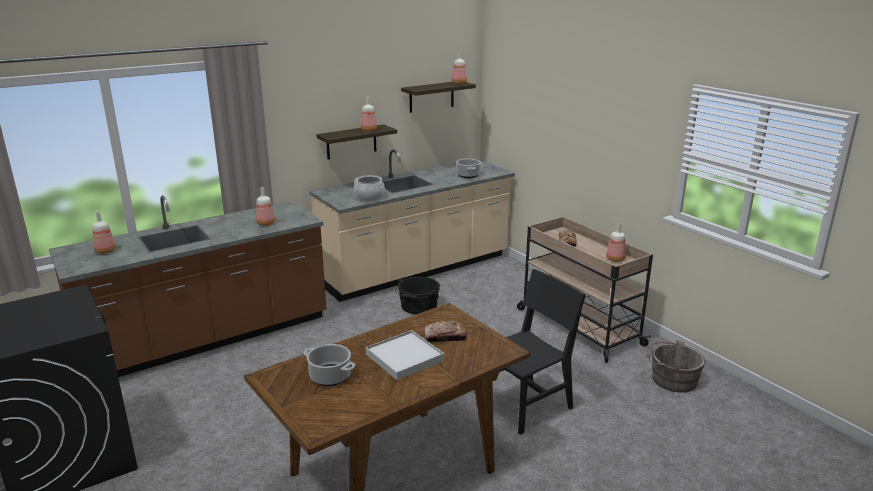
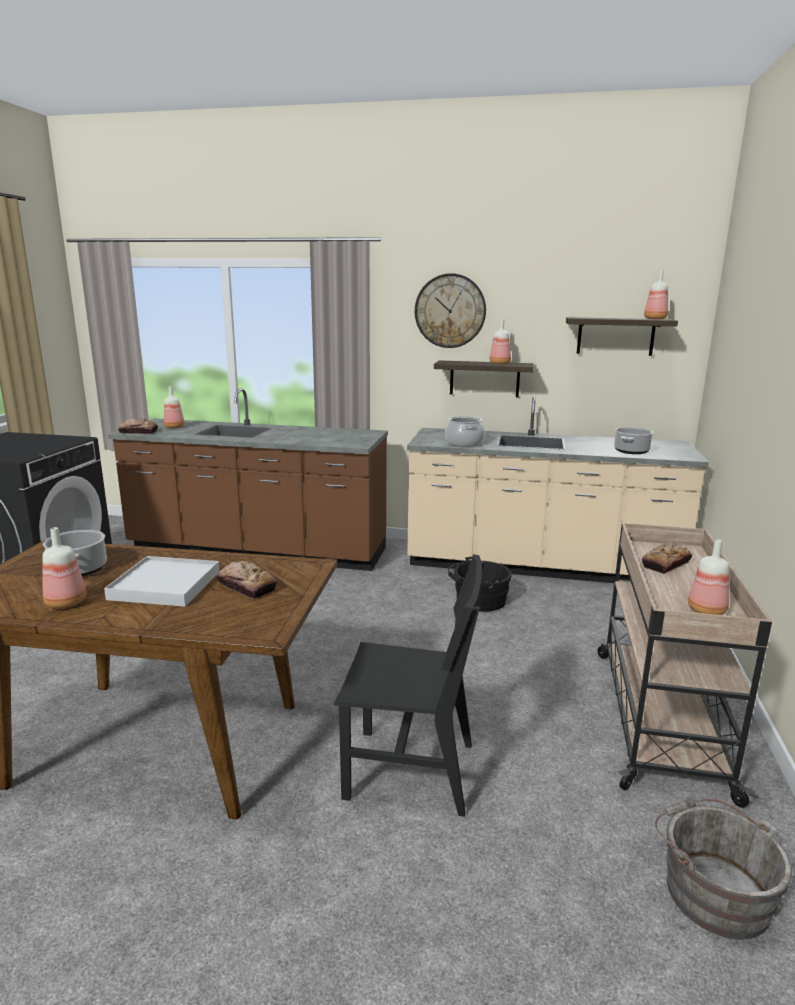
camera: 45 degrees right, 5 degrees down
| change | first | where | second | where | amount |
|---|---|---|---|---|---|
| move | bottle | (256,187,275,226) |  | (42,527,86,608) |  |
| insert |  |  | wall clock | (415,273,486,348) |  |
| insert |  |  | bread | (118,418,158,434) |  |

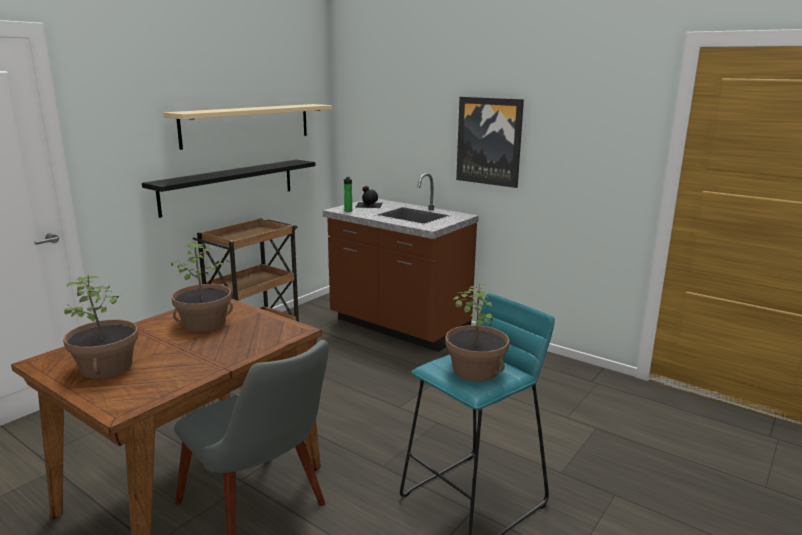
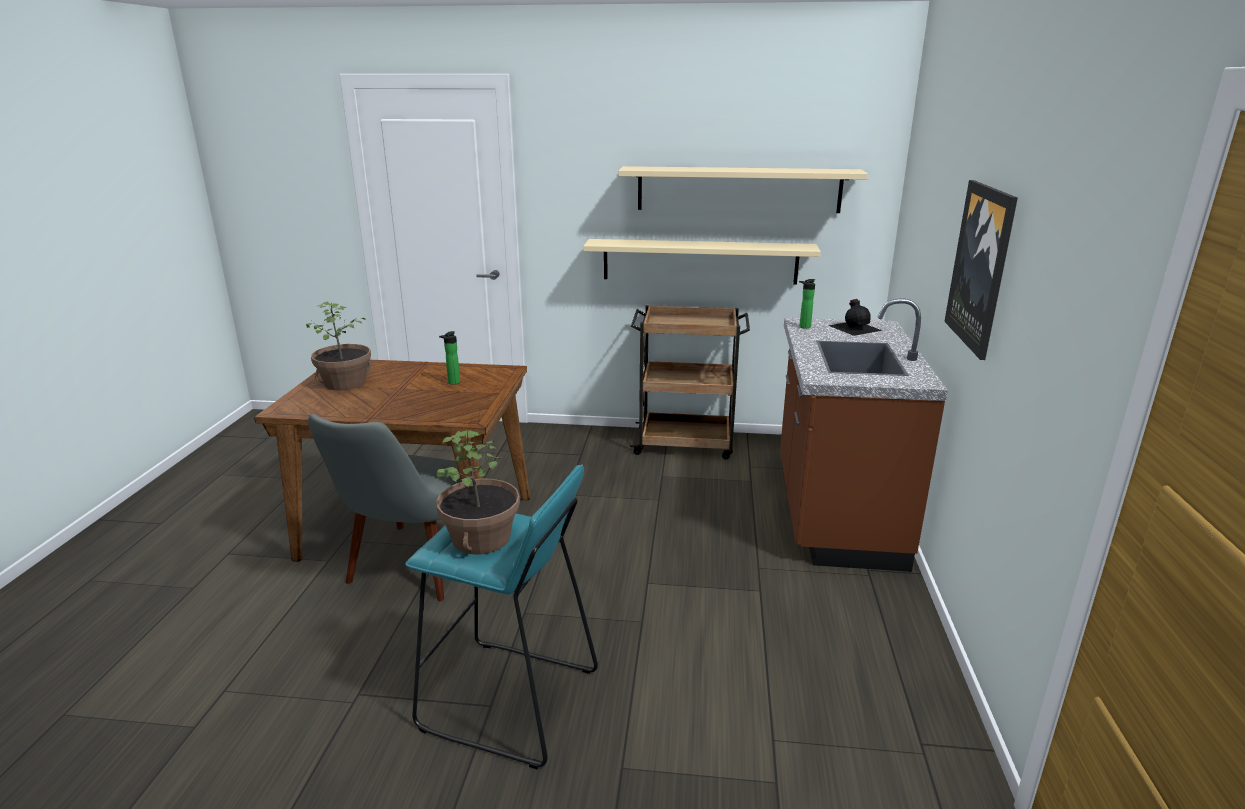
camera: 60 degrees right, 5 degrees up
| change | first | where | second | where | amount |
|---|---|---|---|---|---|
| recolor | shelf (black) | (142,160,316,218) | shelf (beige) | (583,239,821,285) |  |
| replace | potted plant | (171,242,233,332) | bottle | (439,331,460,385) |  |

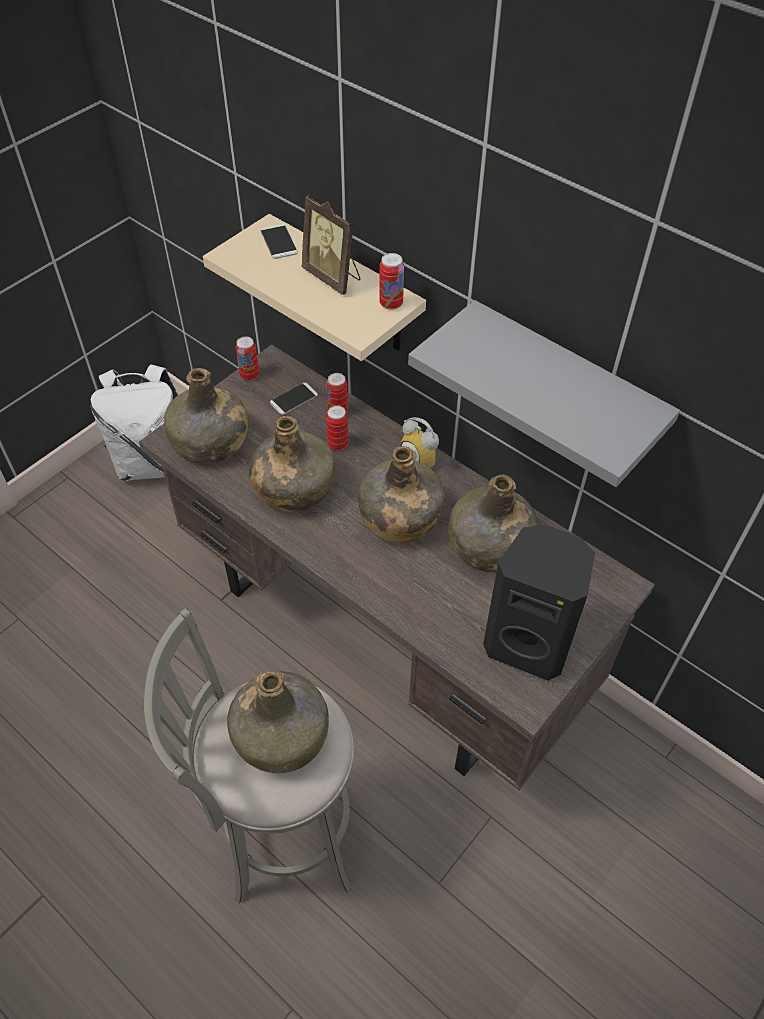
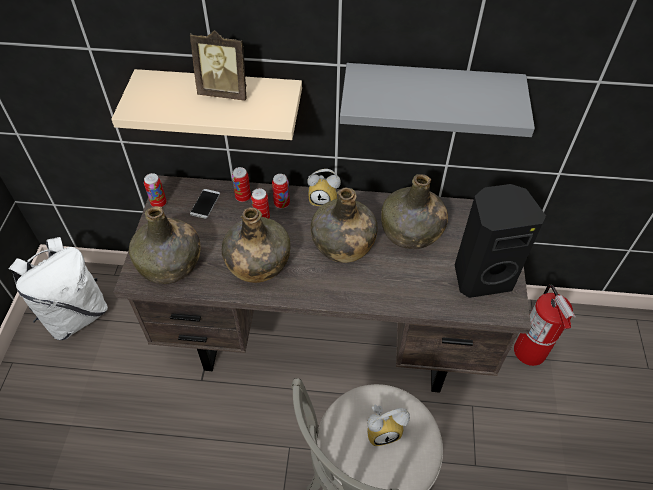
camera: 35 degrees left, 0 degrees up
| change | first | where | second | where | amount |
|---|---|---|---|---|---|
| delete | phone | (260,224,298,259) |  |  |  |
| move | can | (379,253,404,310) |  | (272,174,290,208) |  |
| replace | bottle (green) | (227,671,329,773) | alarm clock | (367,405,410,446) |  |
| insert |  |  | fire extinguisher | (514,284,576,366) |  |

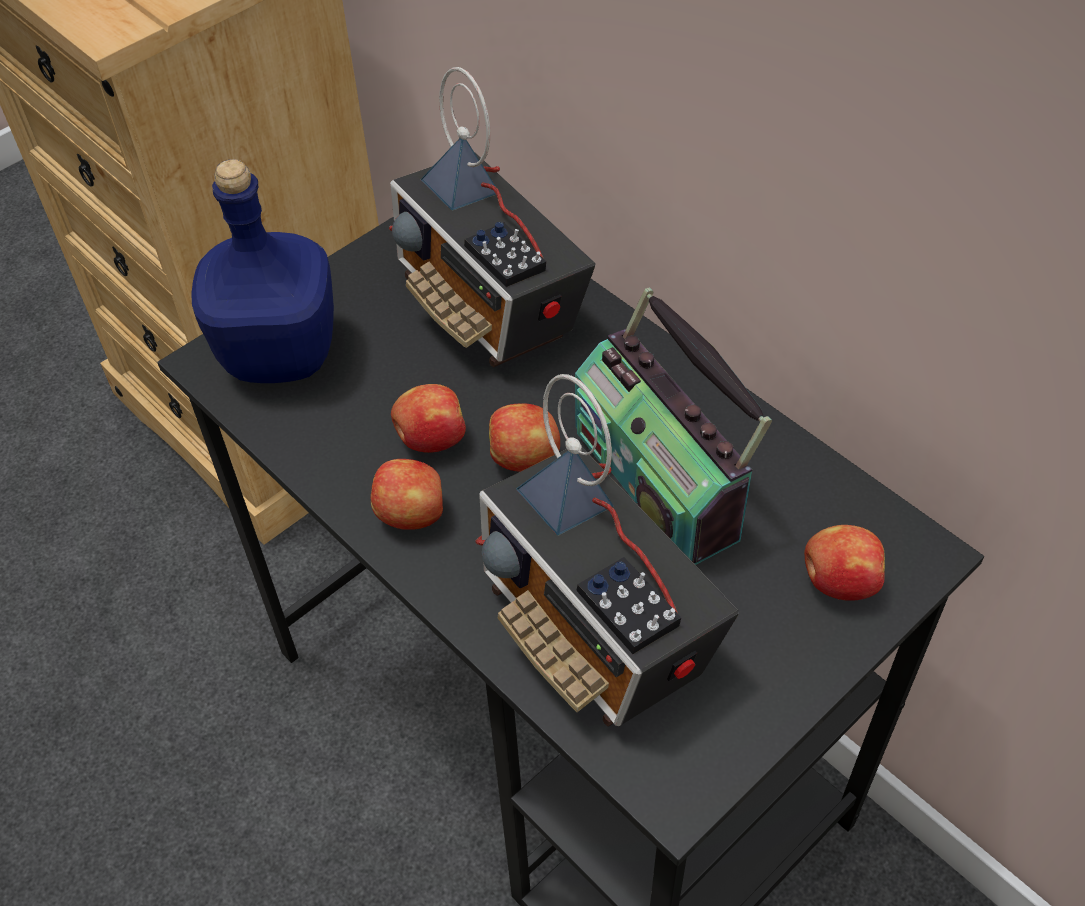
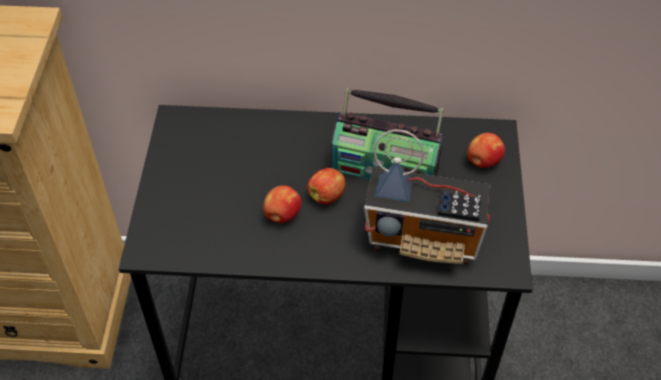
camera: 45 degrees left, 0 degrees up
| change | first | where | second | where | amount |
|---|---|---|---|---|---|
| delete | radio | (389,67,595,367) |  |  |  |
| delete | bottle (blue) | (191,159,334,383) |  |  |  |
| delete | apple | (371,459,443,530) |  |  |  |

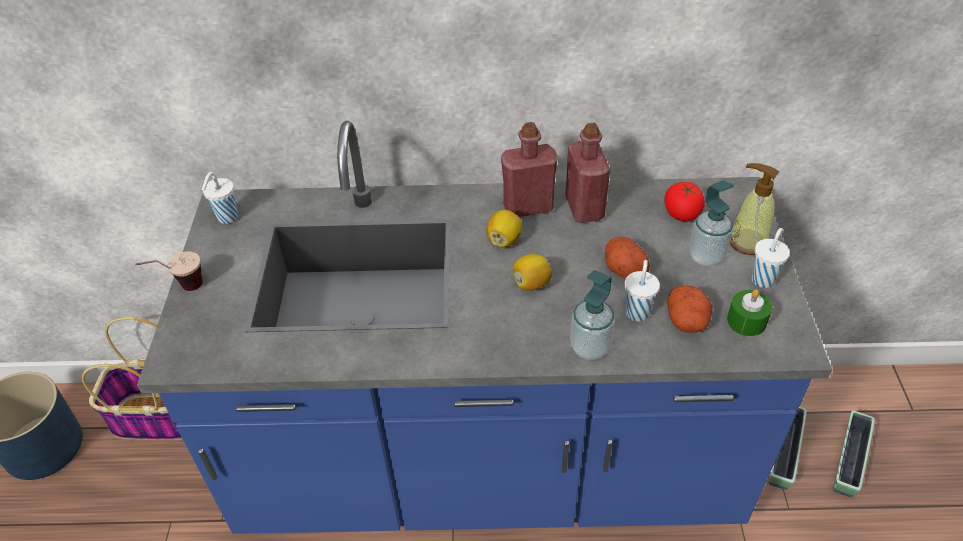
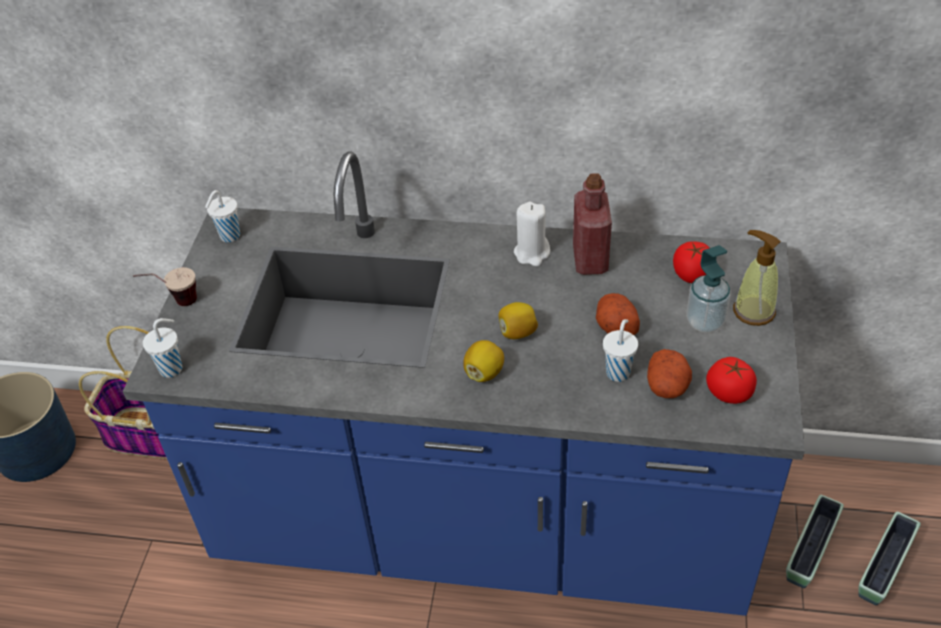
camera: 10 degrees right, 0 degrees up
| change | first | where | second | where | amount |
|---|---|---|---|---|---|
| replace | bottle (red) | (501,122,558,217) | candle (white) | (514,202,550,266) |  |
| move | lemon | (486,210,522,247) |  | (463,340,504,382) |  |
| move | cup (white) | (751,228,790,288) |  | (143,318,182,378) |  |
| delete | soap dispenser | (570,270,615,360) |  |  |  |
| replace | candle (green) | (727,289,772,336) | tomato | (706,357,757,404) |  |

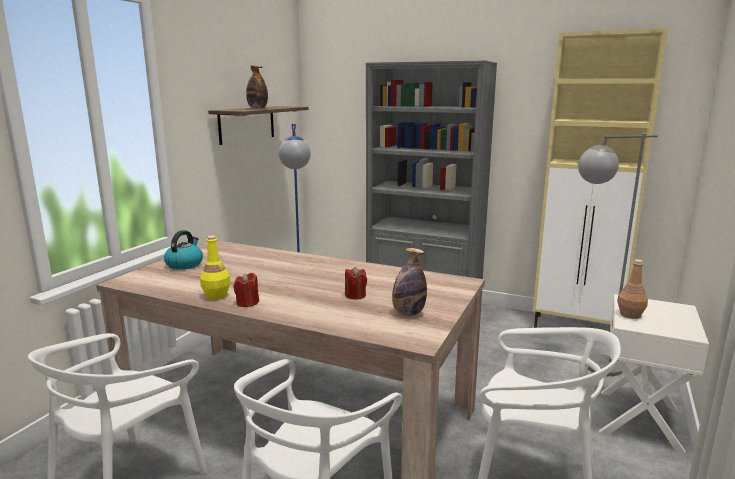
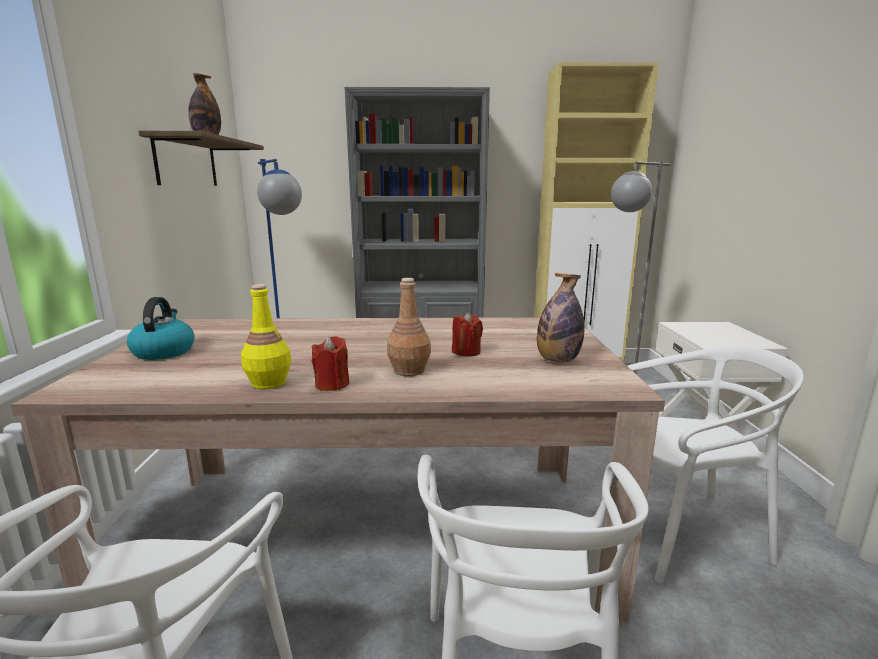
camera: 25 degrees left, 0 degrees up
| change | first | where | second | where | amount |
|---|---|---|---|---|---|
| move | bottle (brown) | (617,259,648,319) |  | (387,278,431,376) |  |

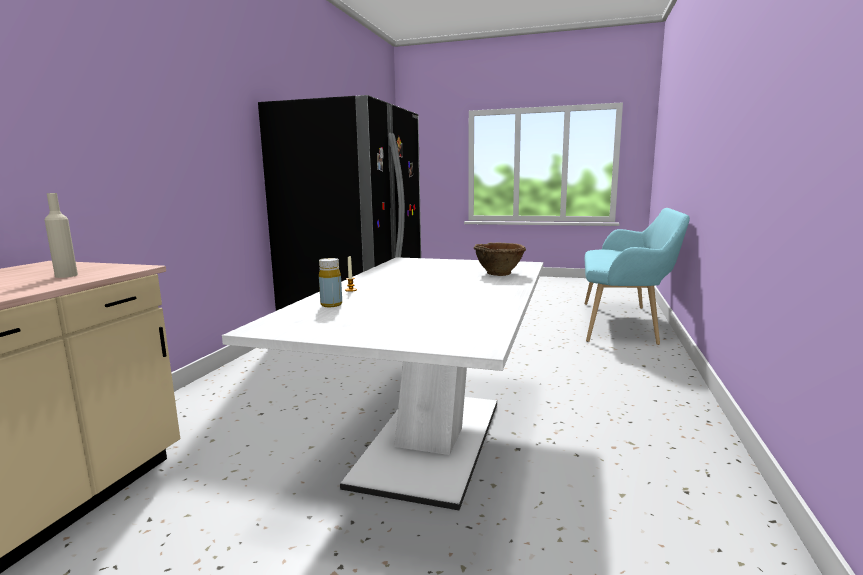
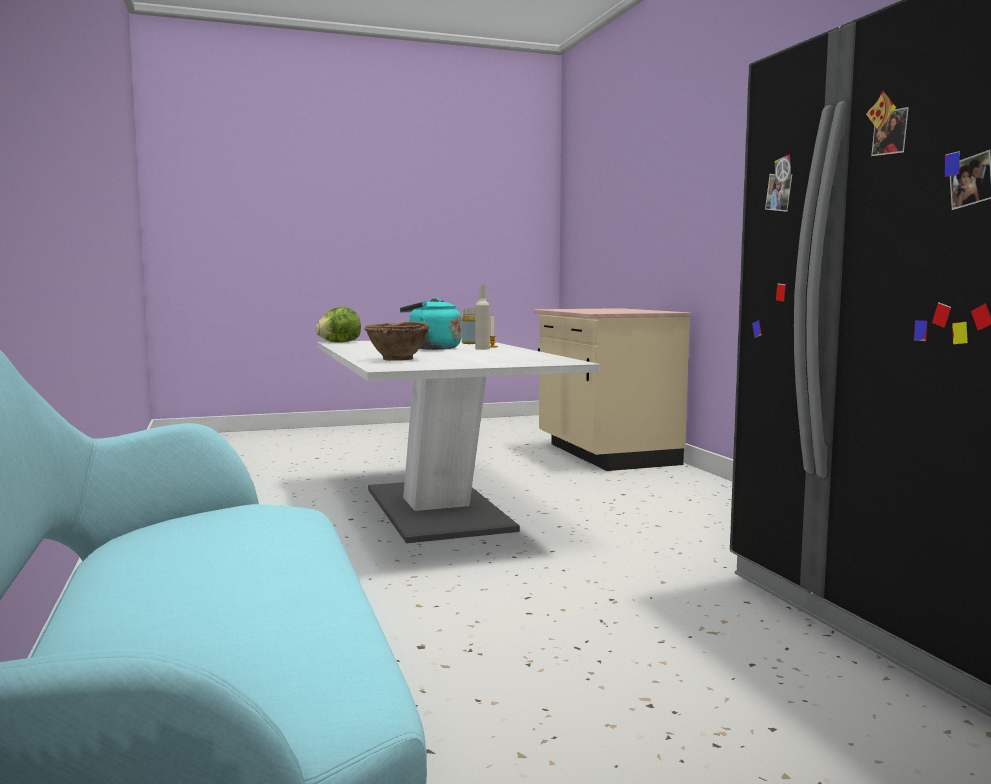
camera: 145 degrees right, 5 degrees down
| change | first | where | second | where | amount |
|---|---|---|---|---|---|
| move | bottle (beige) | (45,193,78,278) |  | (475,285,490,350) |  |
| insert |  |  | kettle (turquoise) | (400,298,461,350) |  |
| insert |  |  | lettuce | (315,307,361,343) |  |

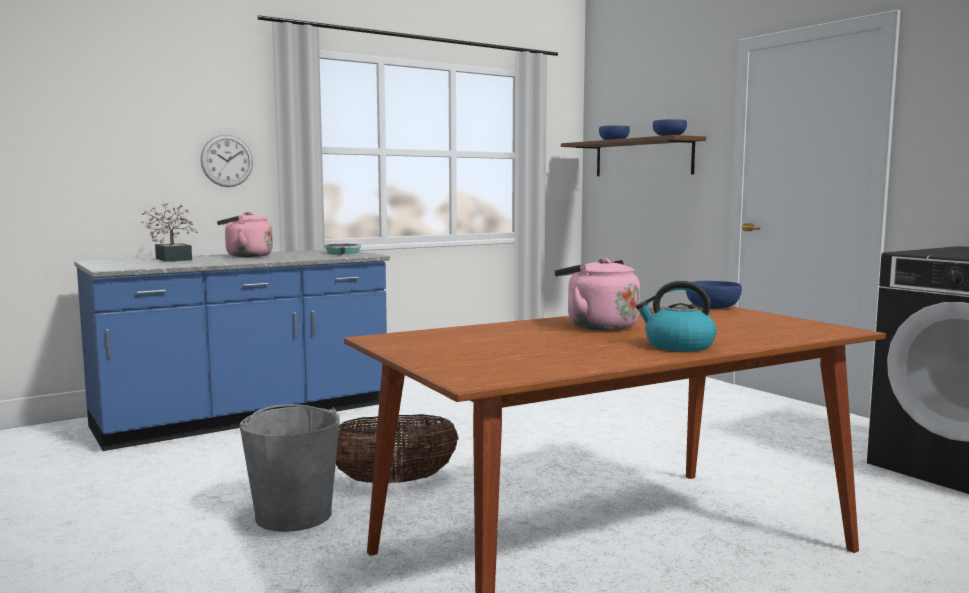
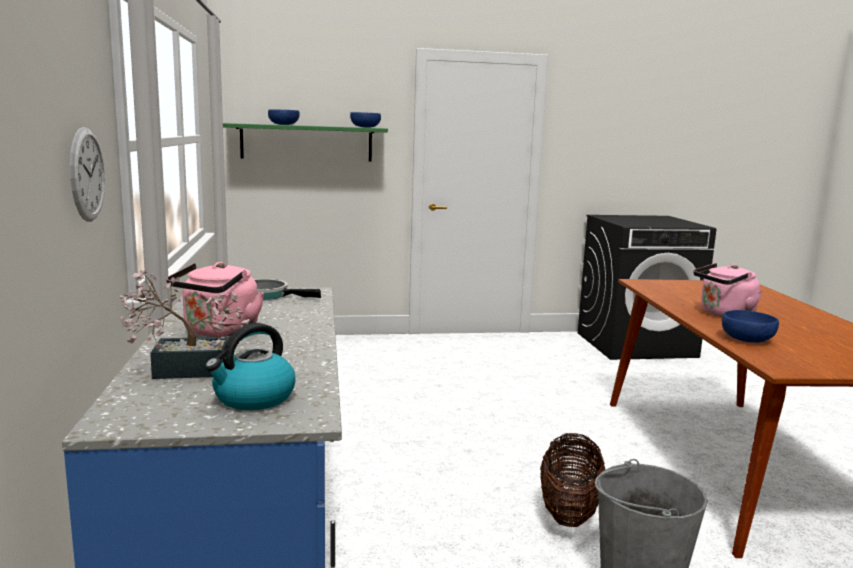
camera: 65 degrees left, 5 degrees up
| change | first | where | second | where | amount |
|---|---|---|---|---|---|
| recolor | shelf (brown) | (561,135,706,176) | shelf (green) | (223,123,388,162) |  |
| move | kettle | (636,281,717,352) |  | (205,323,295,410) |  |
| move | bowl (blue) | (686,281,742,309) |  | (722,310,779,343) |  |

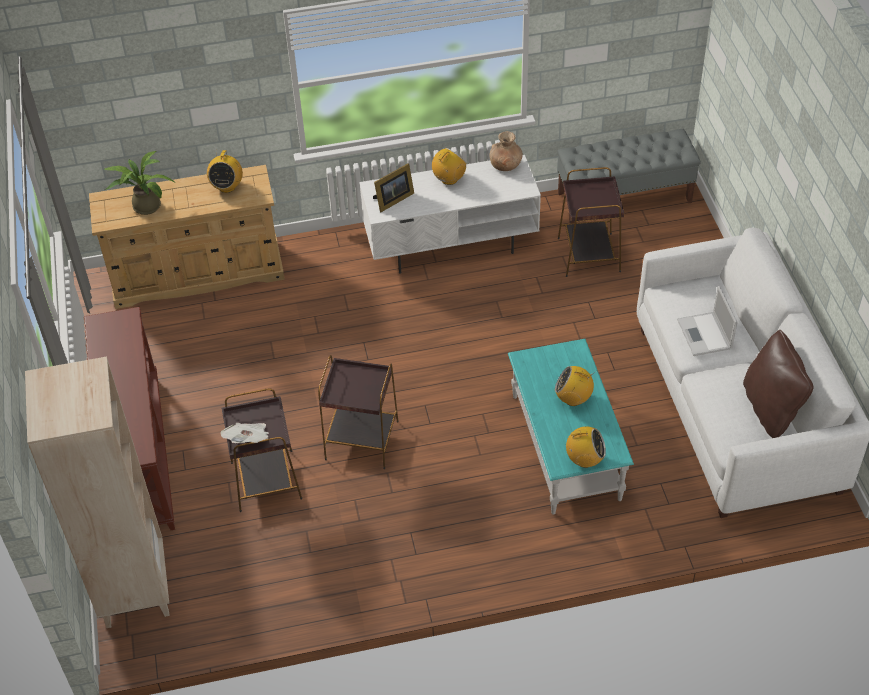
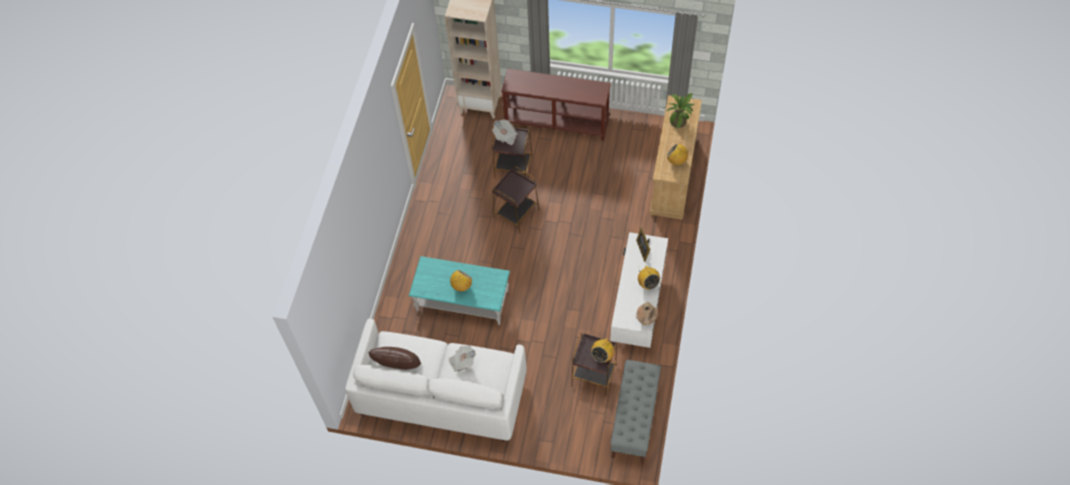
camera: 115 degrees right, 10 degrees up
| change | first | where | second | where | amount |
|---|---|---|---|---|---|
| replace | laptop | (677,286,738,356) | newspaper | (448,345,476,372) |  |
| move | radio | (565,426,606,468) |  | (591,334,614,362) |  |

